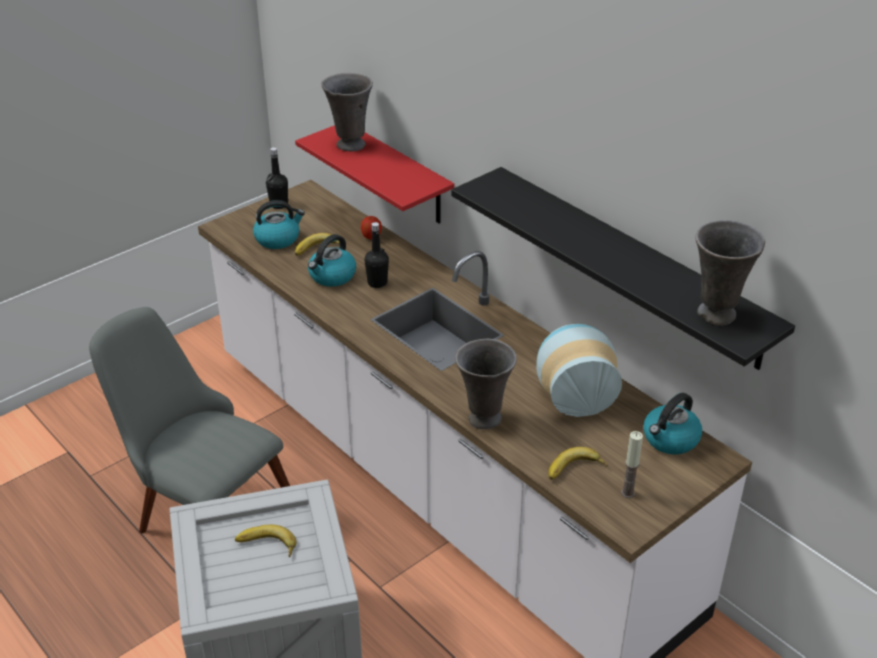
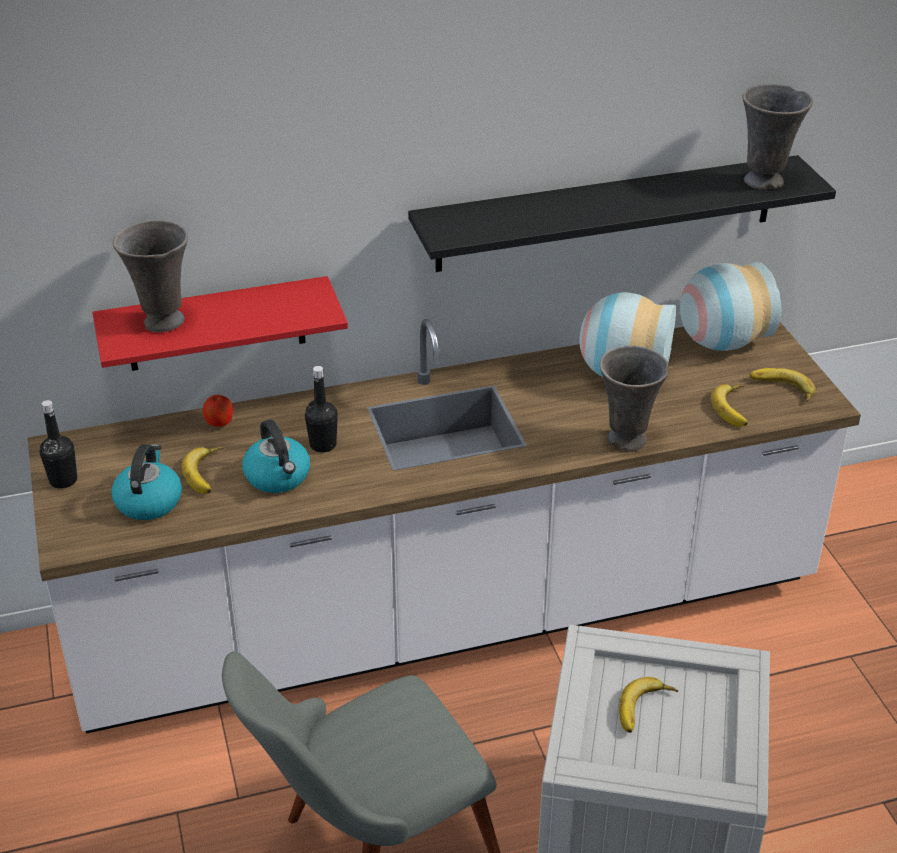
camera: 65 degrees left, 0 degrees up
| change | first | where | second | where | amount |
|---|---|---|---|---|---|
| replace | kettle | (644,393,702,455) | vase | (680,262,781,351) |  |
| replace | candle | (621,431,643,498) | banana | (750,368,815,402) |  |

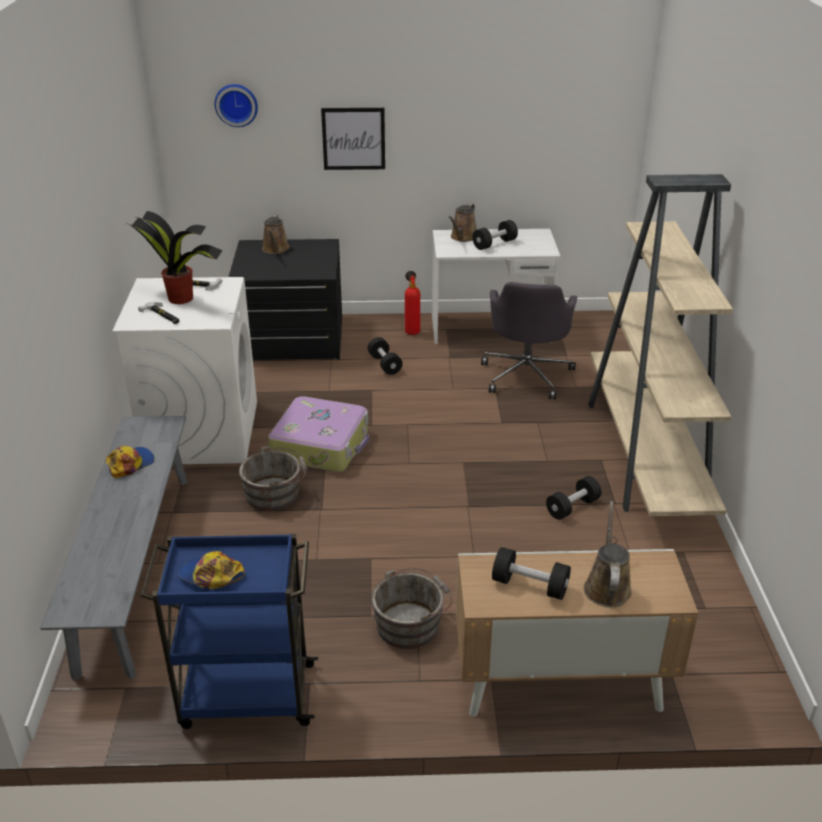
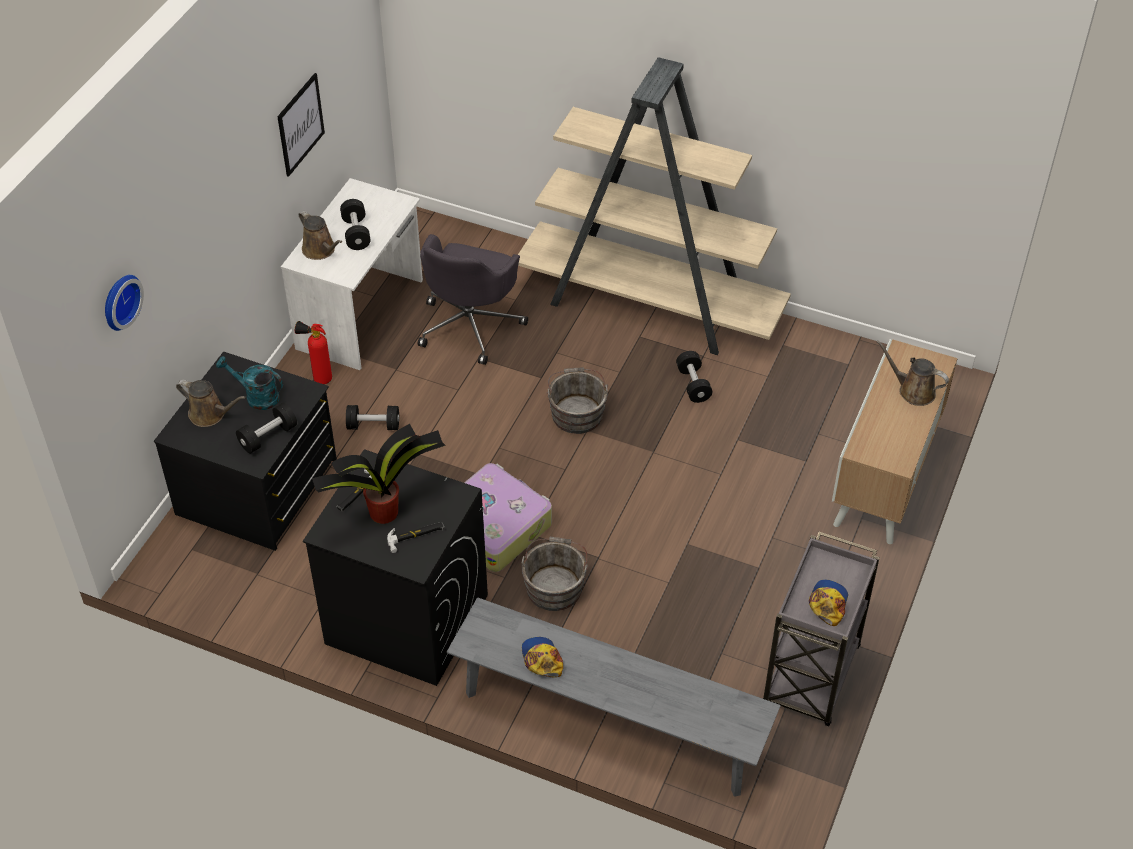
camera: 65 degrees left, 15 degrees up
| change | first | where | second | where | amount |
|---|---|---|---|---|---|
| move | picture | (321,108,385,170) |  | (277,73,325,177) |  |
| recolor | washing machine (white) | (112,277,257,464) | washing machine (black) | (303,449,488,686) |  |
| rotate | office chair (grey) | (481,282,577,399) |  | (418,234,528,365) | 75 degrees clockwise |
| recolor | cart (blue) | (141,534,318,729) | cart (grey) | (763,532,880,726) |  |
| move | dumbbell (black) | (492,547,571,600) |  | (236,403,297,454) |  |
| rotate | cap | (178,551,245,589) |  | (809,580,848,626) | 150 degrees clockwise |
| move | bucket (grey) | (371,568,452,649) |  | (547,367,608,434) |  |
| insert |  |  | watering can (turquoise) | (216,356,283,410) |  |

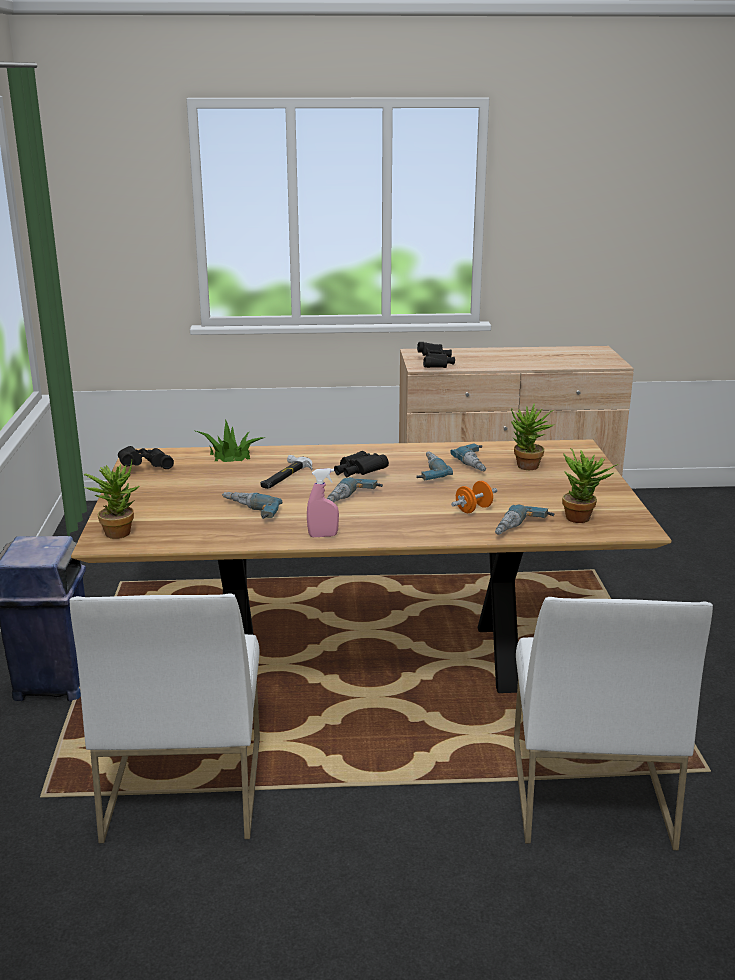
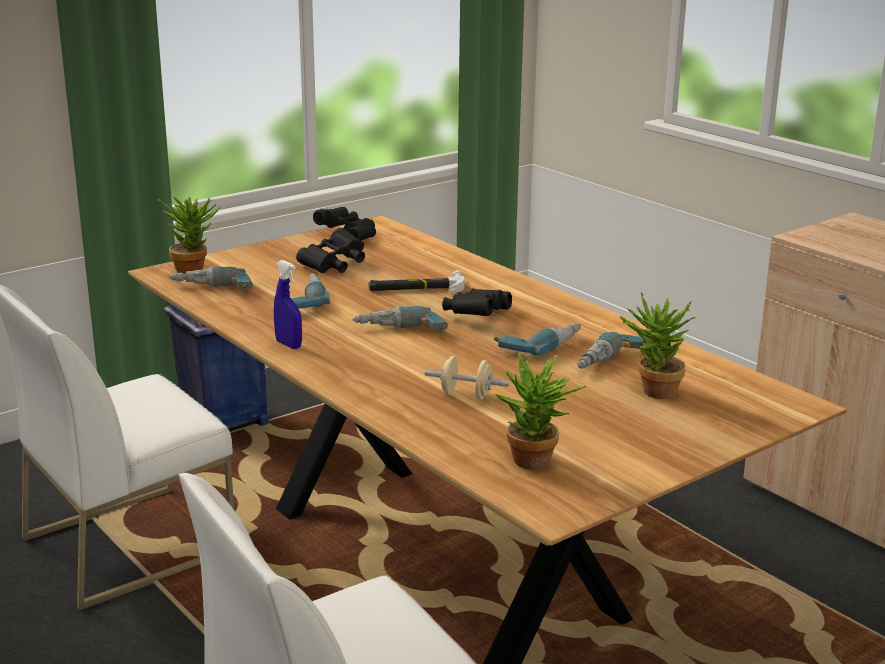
camera: 55 degrees right, 0 degrees up
| change | first | where | second | where | amount |
|---|---|---|---|---|---|
| move | binoculars (black) | (417,342,455,368) |  | (296,228,365,273) |  |
| delete | potted plant | (193,419,264,462) |  |  |  |
| recolor | spray bottle (pink) | (307,468,339,537) | spray bottle (blue) | (274,260,302,349) |  |
| recolor | dumbbell (orange) | (451,481,498,513) | dumbbell (beige) | (425,356,509,400) |  |
| move | power drill | (495,505,555,535) |  | (169,267,253,290) |  |

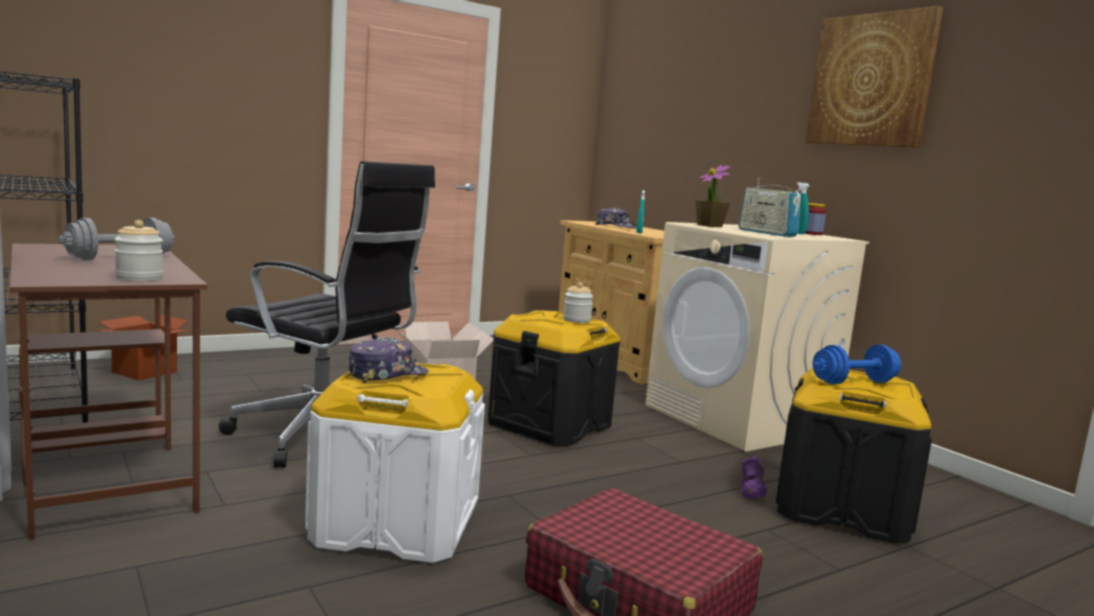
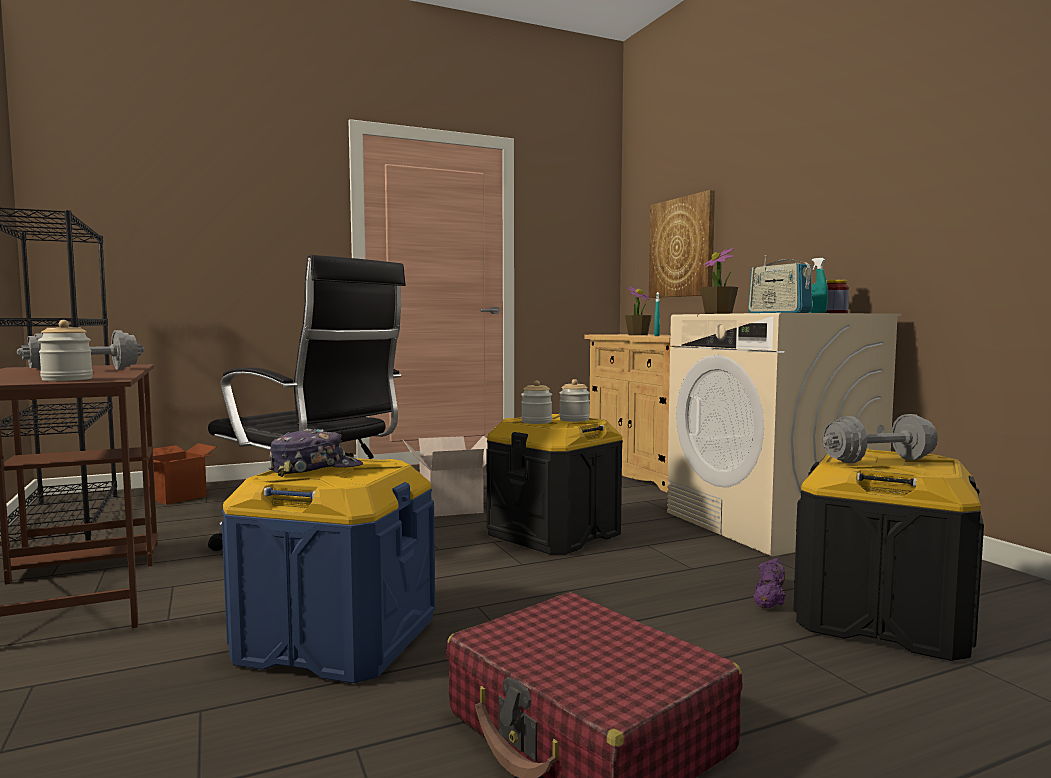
camera: 10 degrees right, 5 degrees down
| change | first | where | second | where | amount |
|---|---|---|---|---|---|
| move | picture | (805,6,943,148) |  | (649,190,715,298) |  |
| replace | cap | (596,207,637,228) | potted plant | (625,286,652,335) |  |
| recolor | dumbbell (blue) | (813,345,901,384) | dumbbell (grey) | (823,414,938,463) |  |
| recolor | storage box (white) | (305,363,485,563) | storage box (blue) | (222,458,435,683) |  |
| insert |  |  | jar | (521,380,552,424) |  |

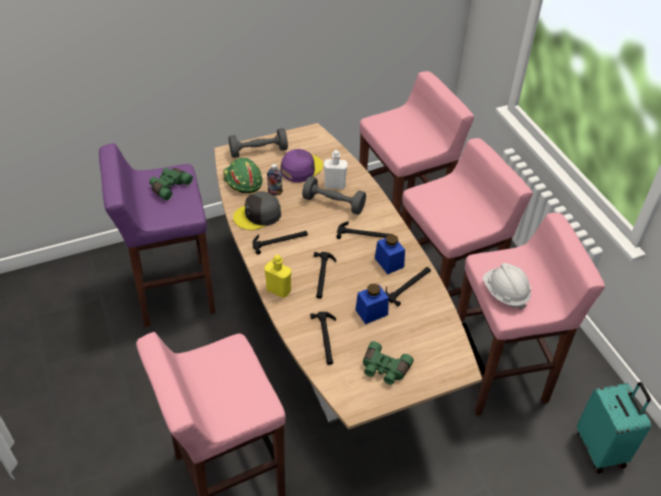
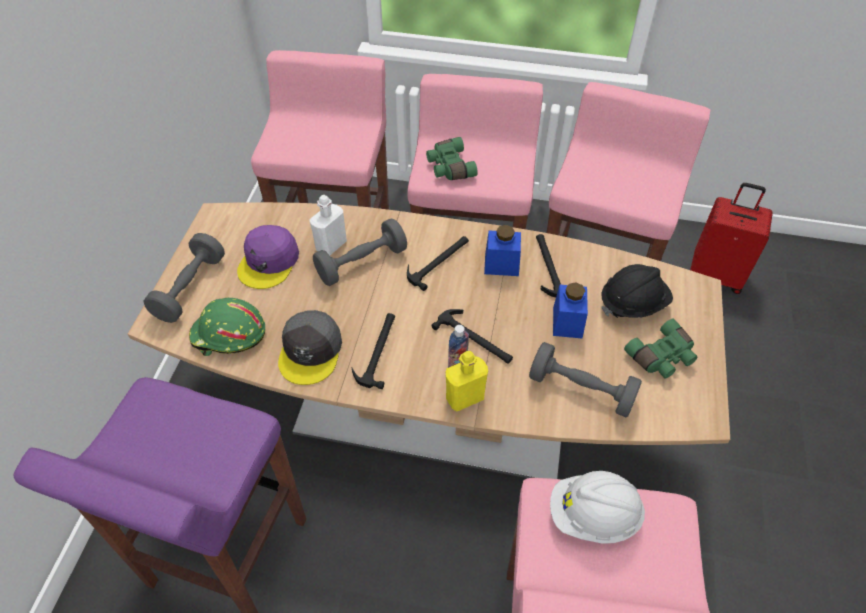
camera: 55 degrees left, 5 degrees up
| change | first | where | second | where | amount |
|---|---|---|---|---|---|
| rotate | cap (purple) | (280,149,323,183) |  | (237,225,299,289) | 150 degrees counterclockwise |
| move | bottle | (267,164,283,195) |  | (448,325,469,368) |  |
| move | binoculars (green) | (149,168,193,201) |  | (426,137,478,180) |  |
| move | hard hat (white) | (483,263,531,310) |  | (550,471,645,544) |  |
| replace | hammer | (310,312,336,365) | dumbbell (grey) | (529,342,642,417) |  |
| recolor | suitcase (turquoise) | (577,382,651,473) | suitcase (red) | (690,183,773,294) |  |
| insert |  |  | hard hat (black) | (601,264,673,318) |  |

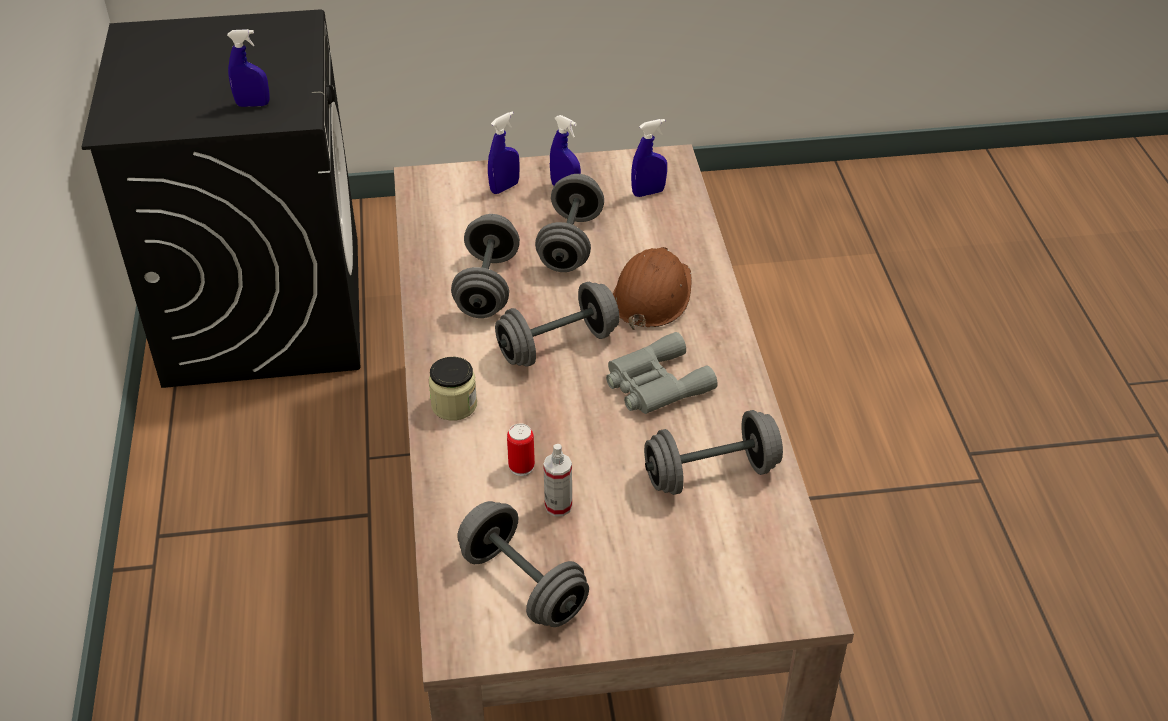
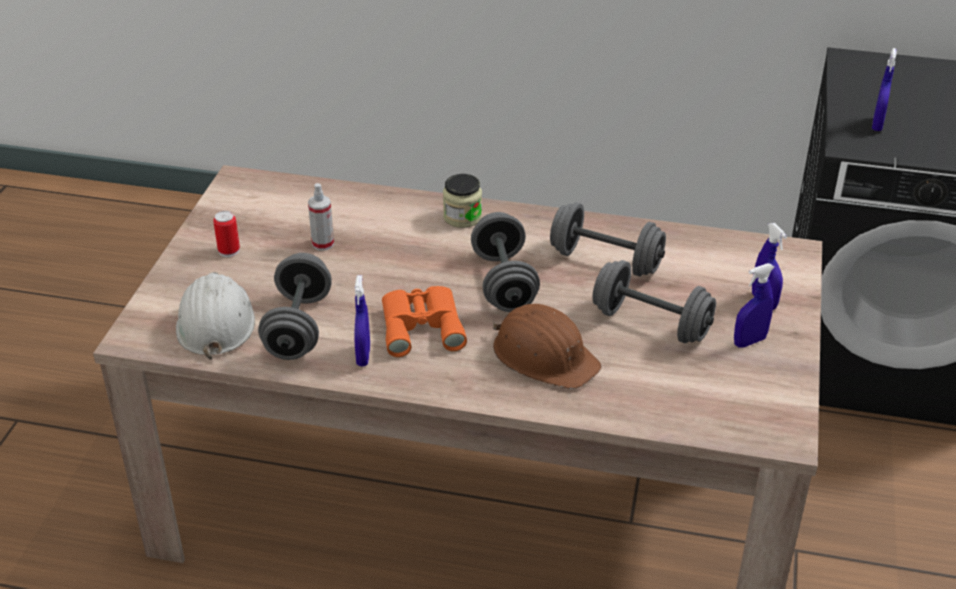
camera: 110 degrees right, 5 degrees down
| change | first | where | second | where | amount |
|---|---|---|---|---|---|
| move | spray bottle (blue) | (631,119,667,197) |  | (354,275,370,366) |  |
| recolor | binoculars (grey) | (606,332,718,414) | binoculars (orange) | (382,286,467,357) |  |
| move | can | (507,424,535,476) |  | (213,211,240,257) |  |
| delete | dumbbell (grey) | (457,501,589,627) |  |  |  |
| insert |  |  | hard hat (white) | (176,272,255,360) |  |

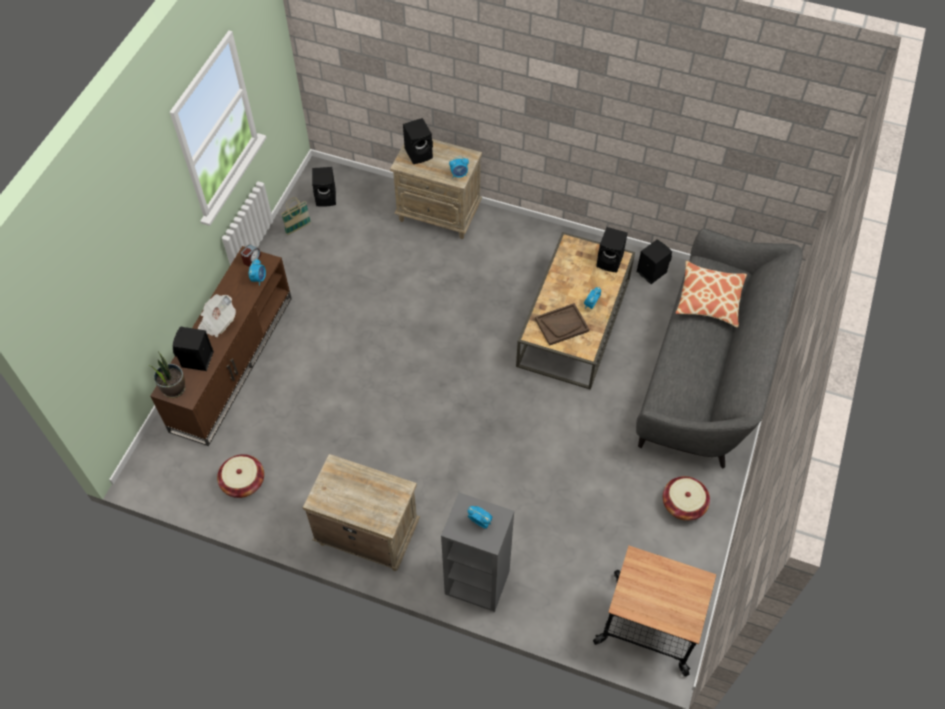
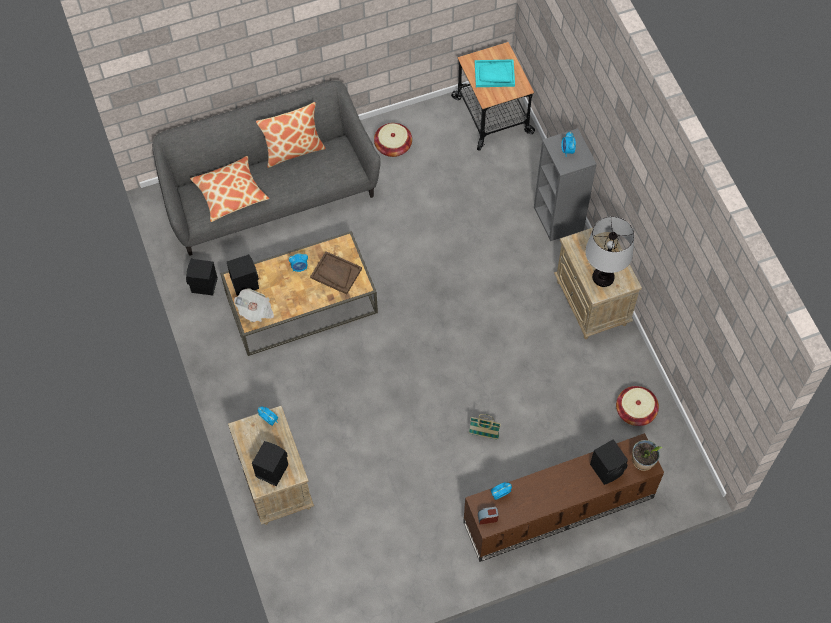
camera: 130 degrees left, 5 degrees up
| change | first | where | second | where | amount |
|---|---|---|---|---|---|
| delete | speaker (black) | (312,167,336,207) |  |  |  |
| move | basket | (281,197,311,235) |  | (469,414,501,439) |  |
| move | newspaper | (198,294,236,337) |  | (234,288,274,322) |  |
| insert |  |  | tray (turquoise) | (475,59,515,87) |  |
| insert |  |  | pillow | (256,102,326,168) |  |
| insert |  |  | table lamp | (585,216,634,287) |  |

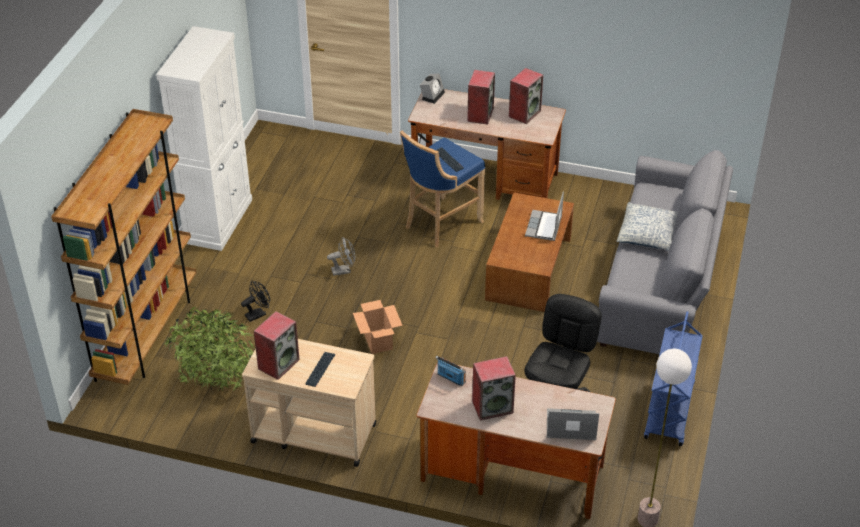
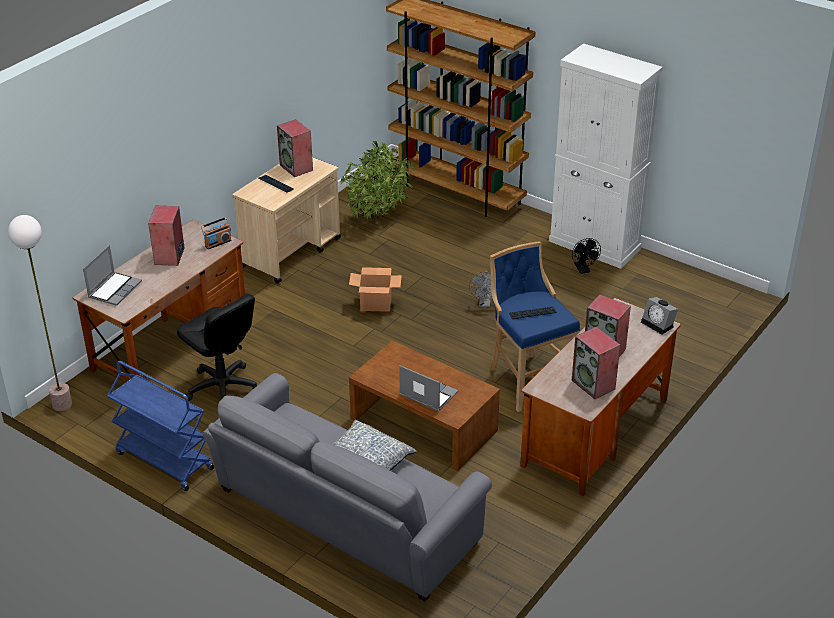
camera: 110 degrees right, 5 degrees down
| change | first | where | second | where | amount |
|---|---|---|---|---|---|
| move | fan (black) | (241,280,270,322) |  | (572,238,601,274) |  |

